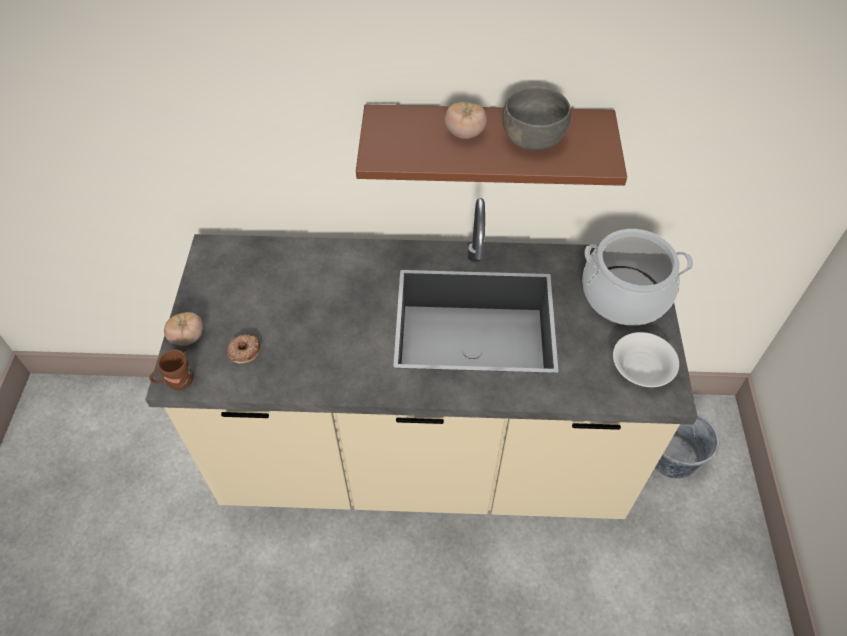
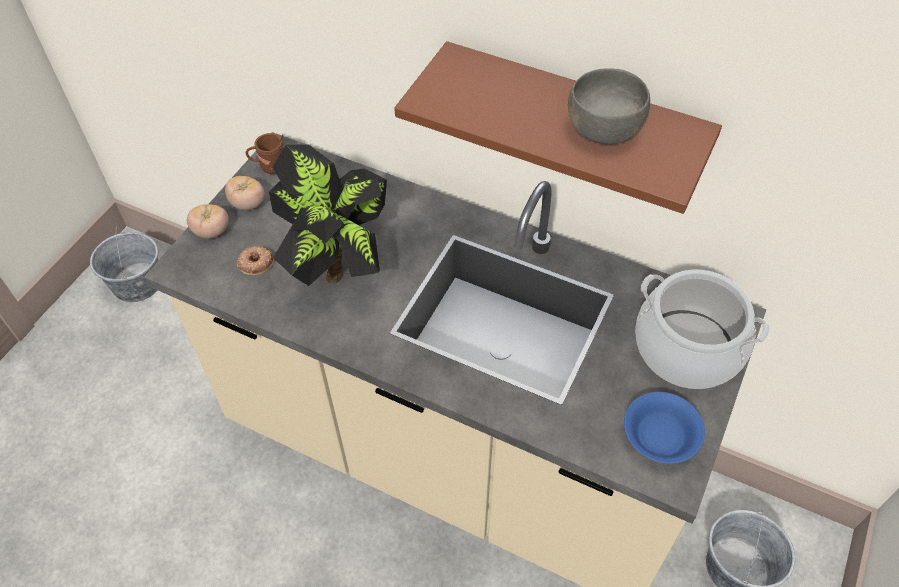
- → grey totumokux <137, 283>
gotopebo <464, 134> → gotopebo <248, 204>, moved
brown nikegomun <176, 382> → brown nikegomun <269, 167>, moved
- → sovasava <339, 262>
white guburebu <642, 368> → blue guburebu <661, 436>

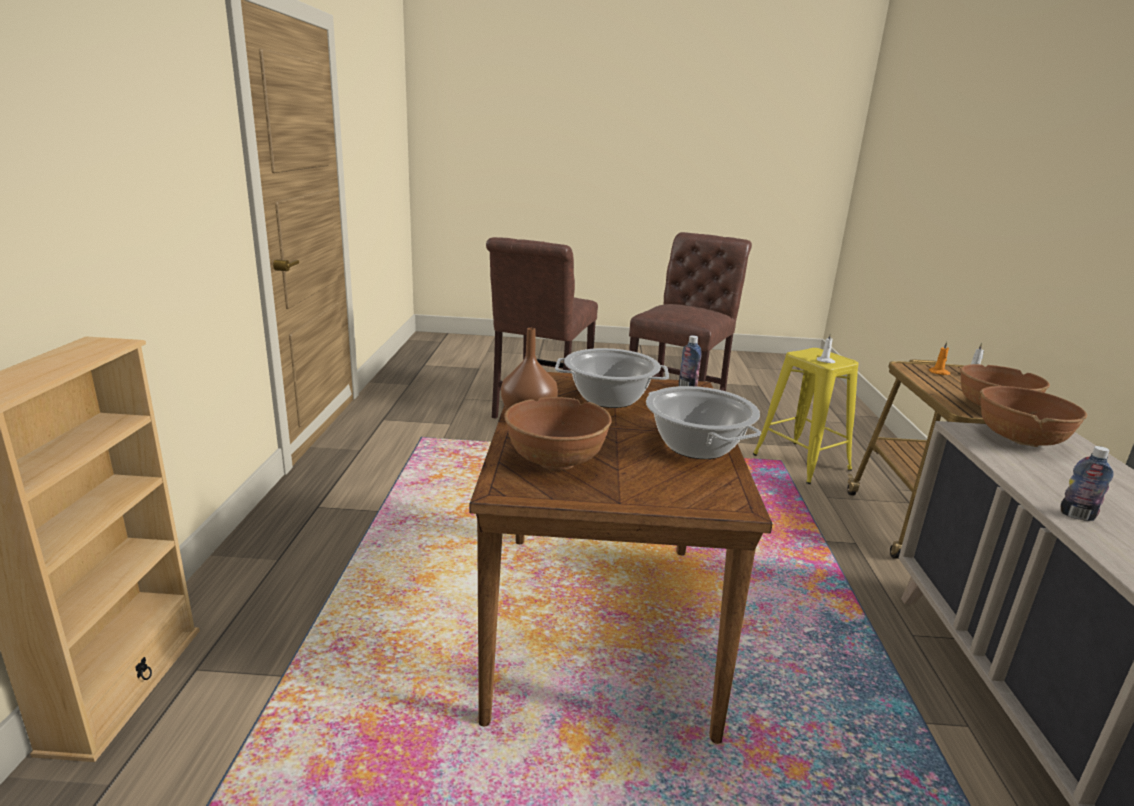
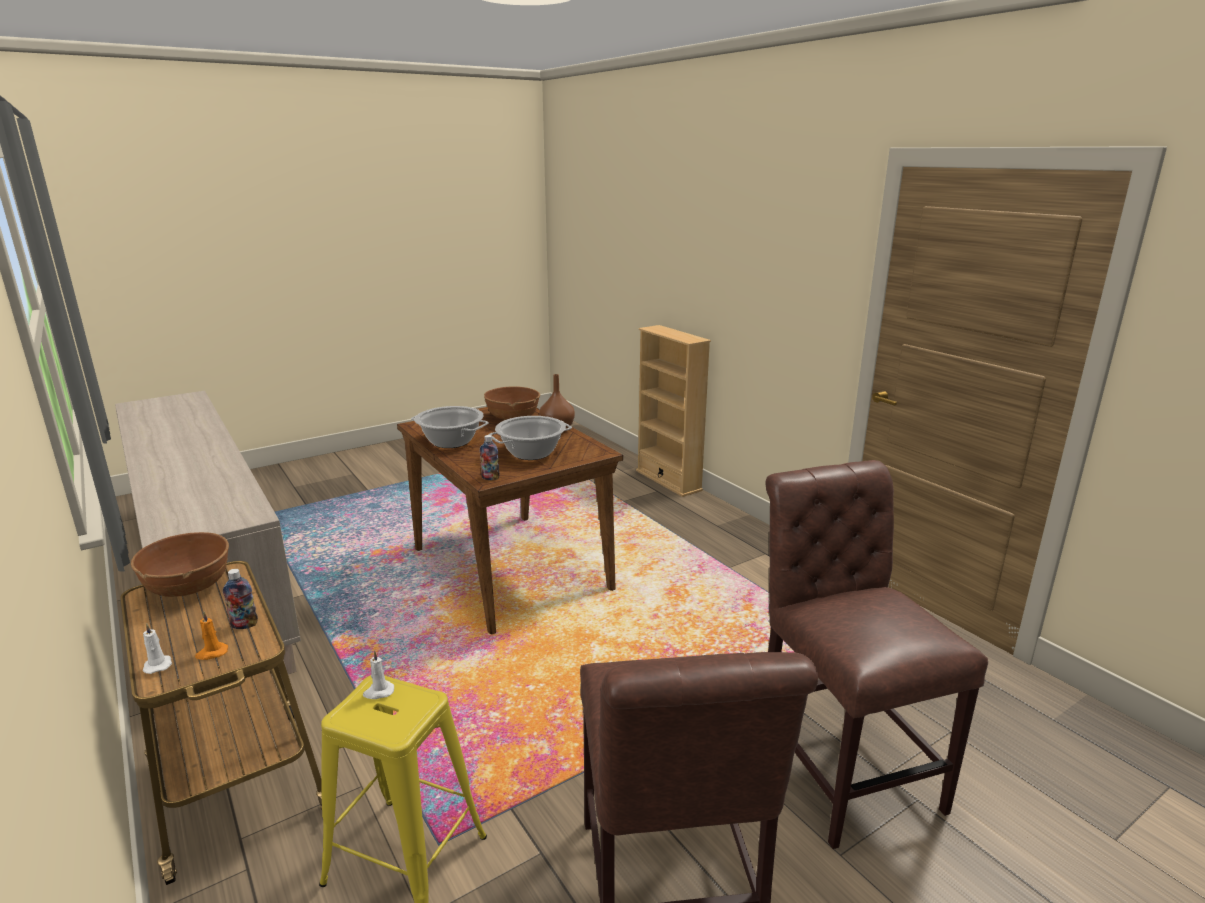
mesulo <1077, 515> → mesulo <244, 625>, moved
brown guburebu <1020, 439> → -

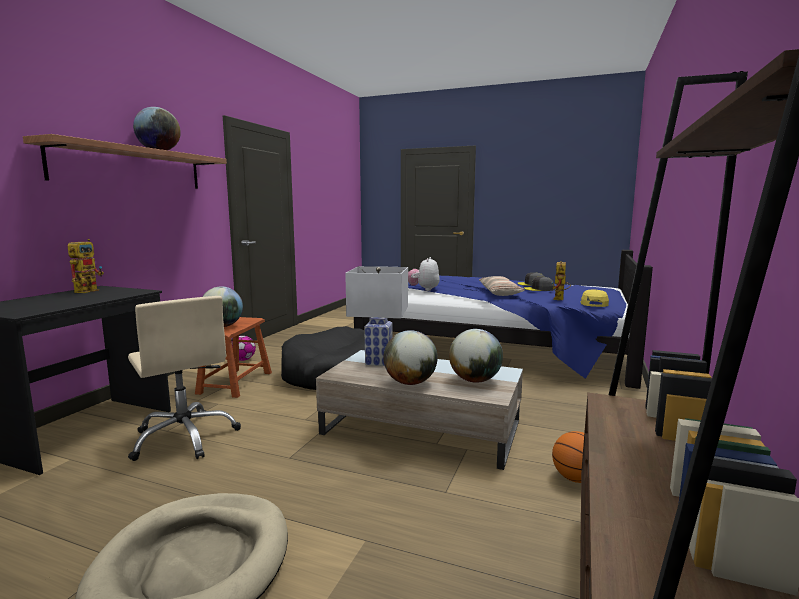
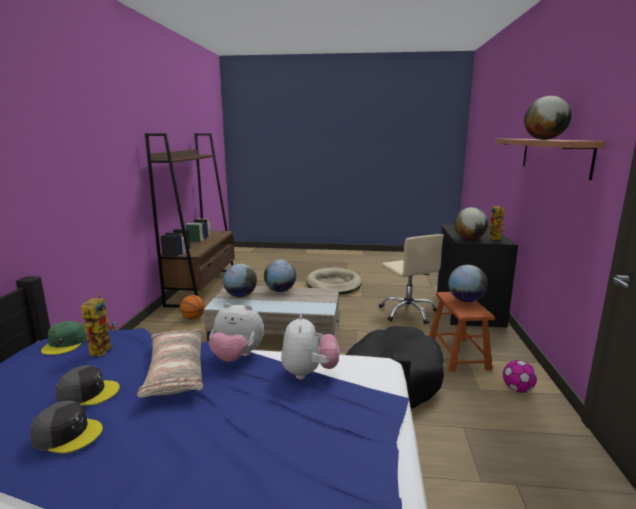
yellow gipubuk <593, 303> → green gipubuk <65, 343>
- → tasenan <237, 357>
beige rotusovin <185, 437> → beige rotusovin <408, 312>, 150 degrees counterclockwise
- → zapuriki <469, 239>
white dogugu <379, 361> → -

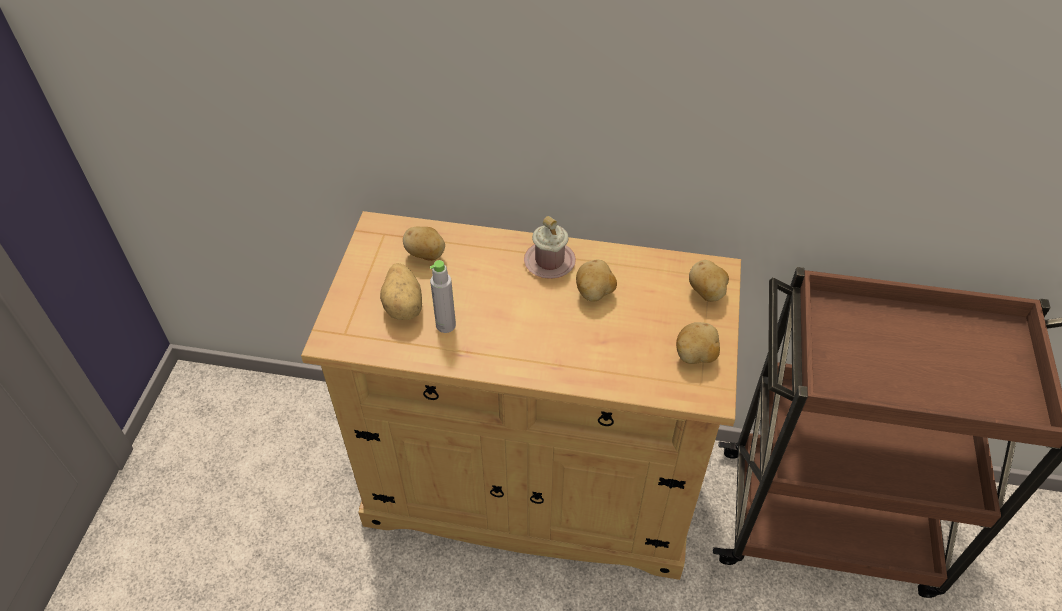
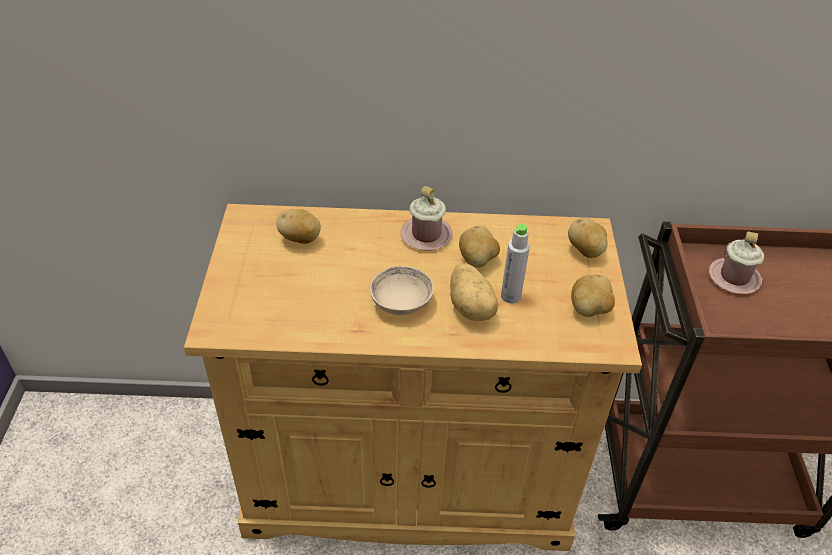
- → beige guburebu <401, 303>
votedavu <404, 305> → votedavu <472, 307>, moved
grey mesulo <446, 325> → grey mesulo <510, 296>, moved
- → pink nikegomun <734, 278>

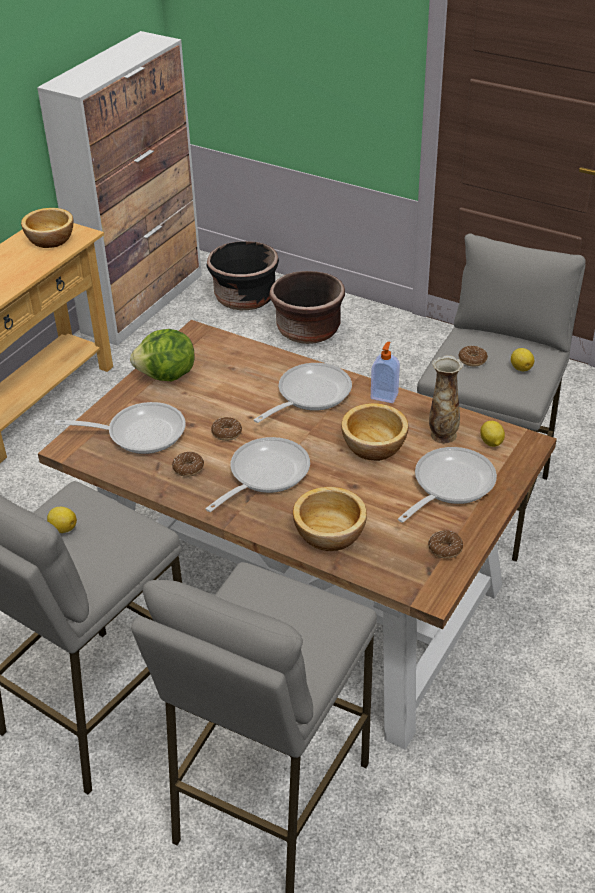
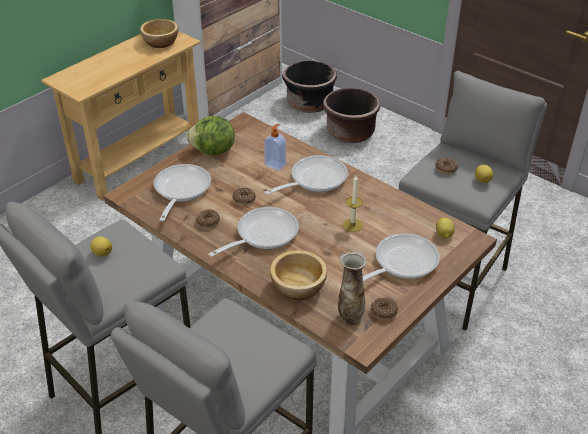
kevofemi <139, 433> → kevofemi <180, 190>, 90 degrees counterclockwise
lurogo <384, 396> → lurogo <275, 164>, moved
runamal <442, 434> → runamal <350, 316>, moved
guburebu <375, 446> → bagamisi <352, 225>

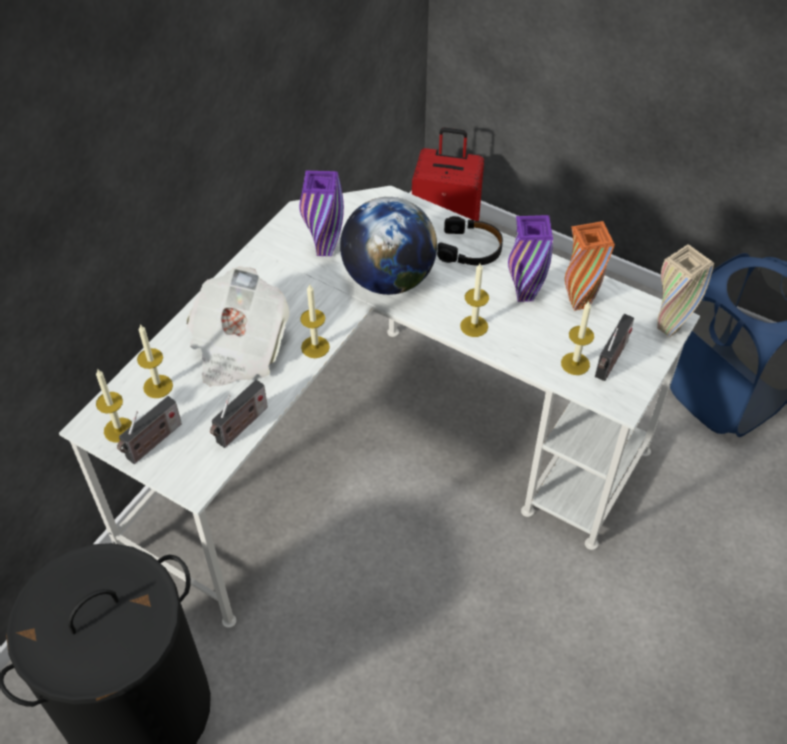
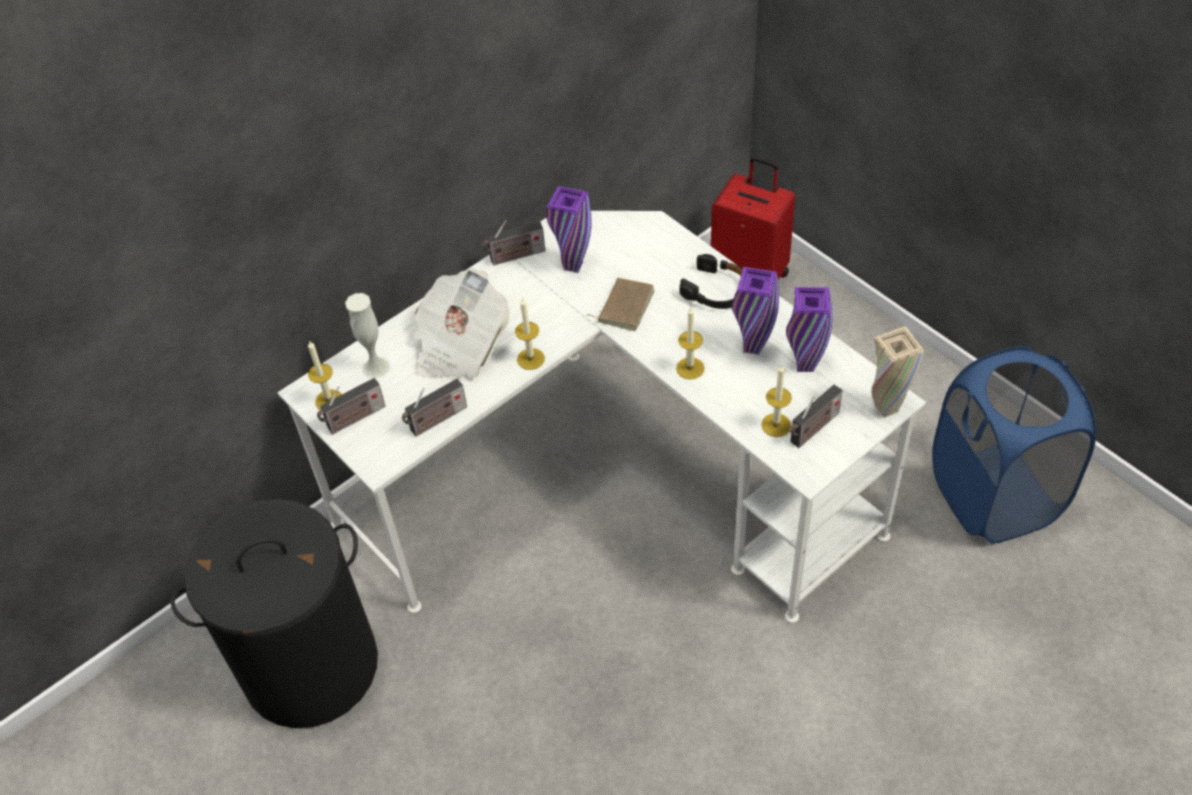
bagamisi <158, 386> → white runamal <376, 367>
- → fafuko <515, 256>
zapuriki <388, 279> → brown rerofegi <624, 306>
orange runamal <579, 303> → purple runamal <804, 365>

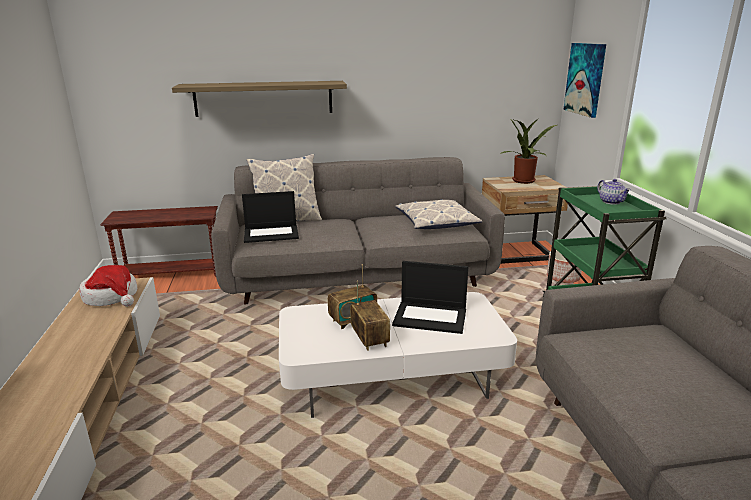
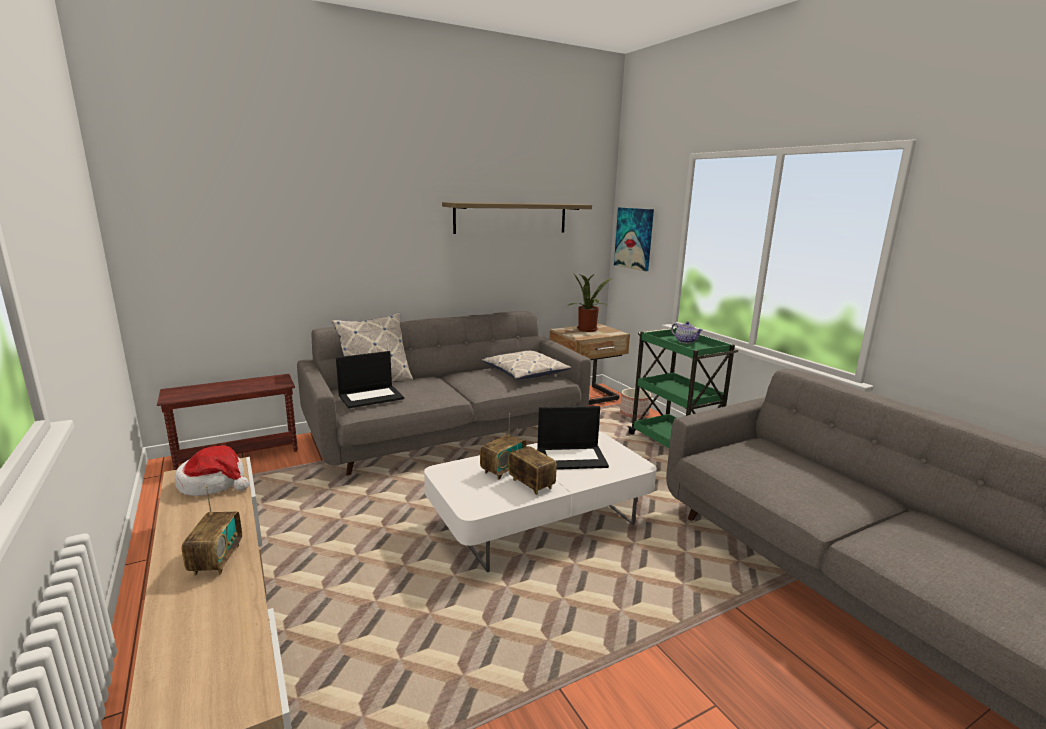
- → fafuko <216, 560>
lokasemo <263, 98> → lokasemo <511, 218>, moved

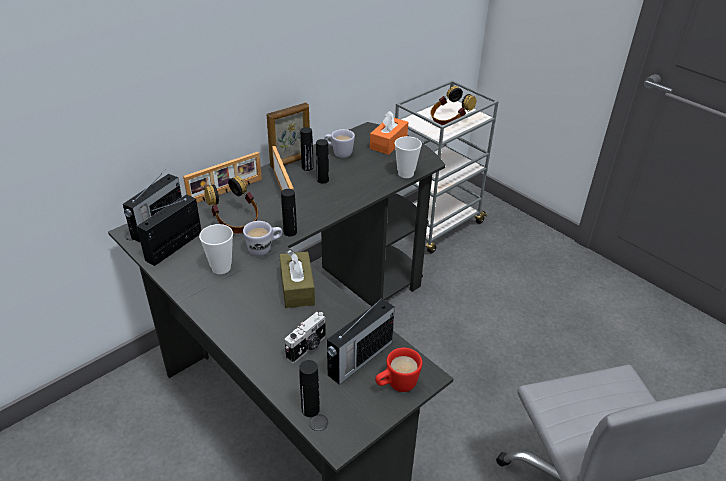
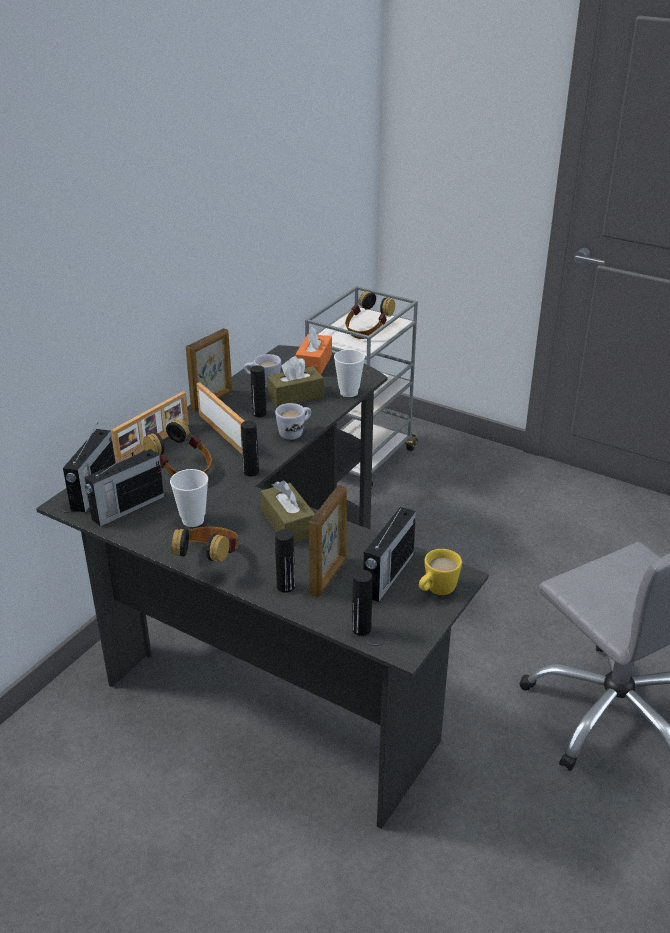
fafuko <175, 246> → fafuko <127, 508>, 150 degrees counterclockwise
- → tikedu <209, 561>
- → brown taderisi <295, 396>
white nikegomun <264, 249> → white nikegomun <295, 433>, moved
black mesulo <307, 167> → black mesulo <286, 586>, moved
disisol <307, 347> → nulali <329, 576>
red nikegomun <396, 385> → yellow nikegomun <436, 590>

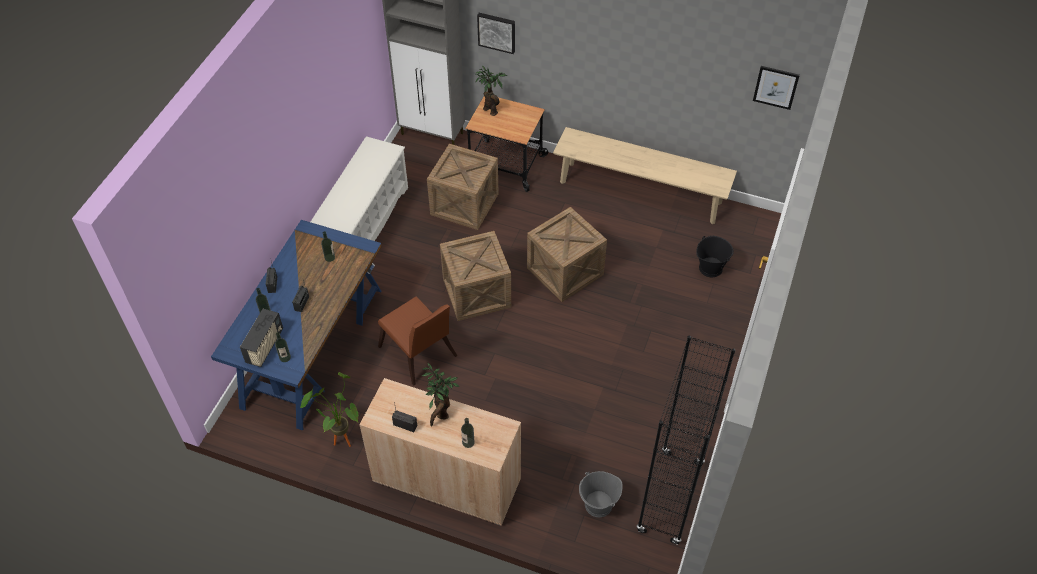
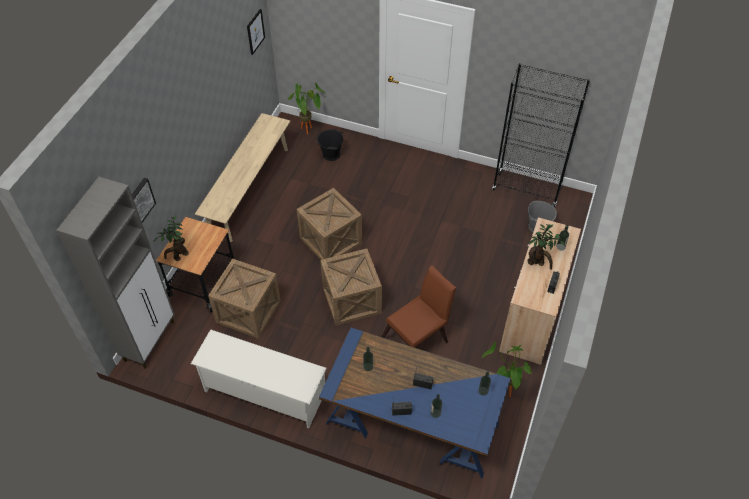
- → sovasava <309, 131>
fafuko <265, 346> → -

